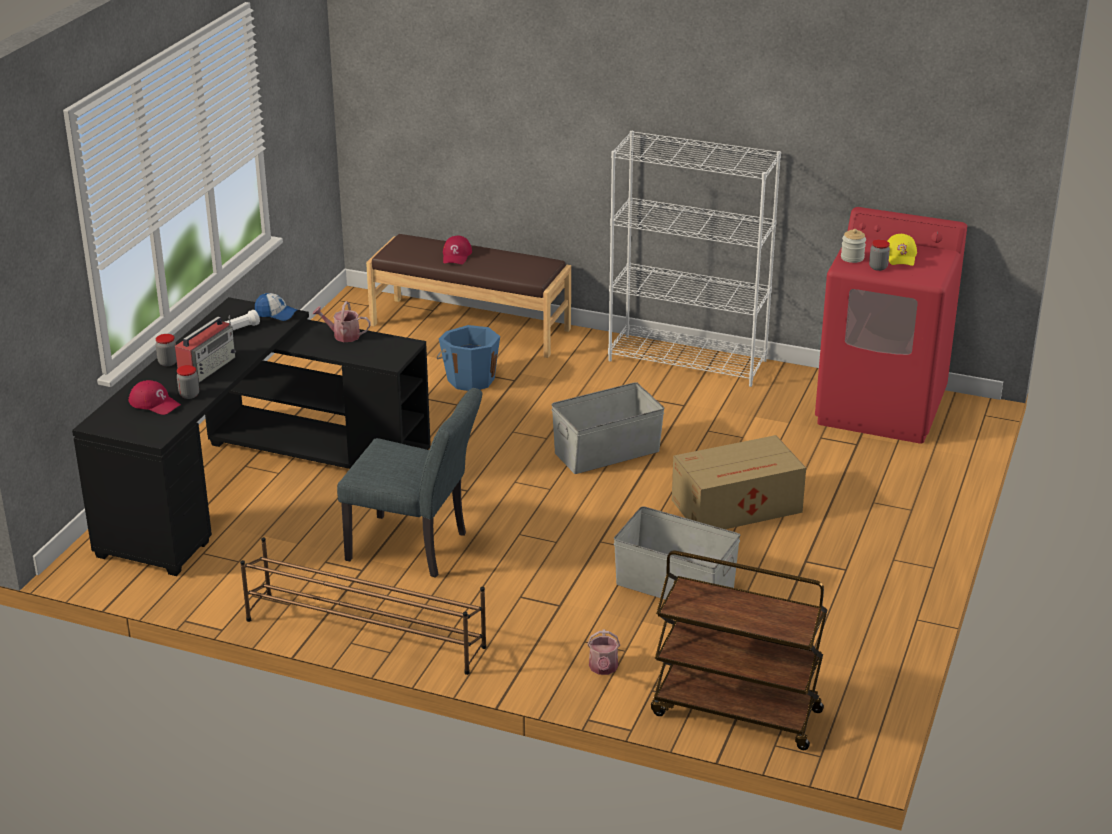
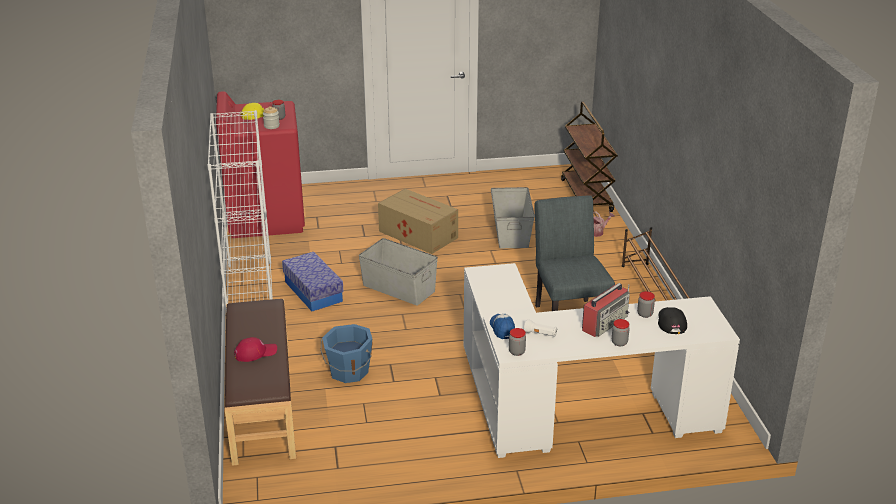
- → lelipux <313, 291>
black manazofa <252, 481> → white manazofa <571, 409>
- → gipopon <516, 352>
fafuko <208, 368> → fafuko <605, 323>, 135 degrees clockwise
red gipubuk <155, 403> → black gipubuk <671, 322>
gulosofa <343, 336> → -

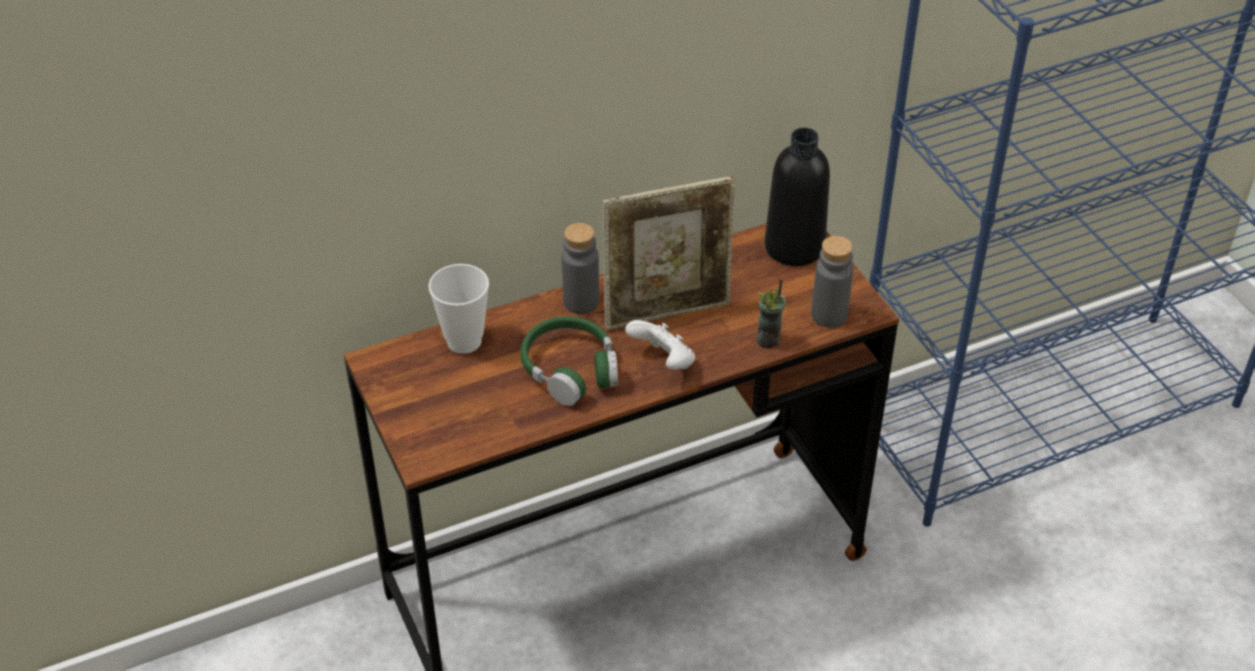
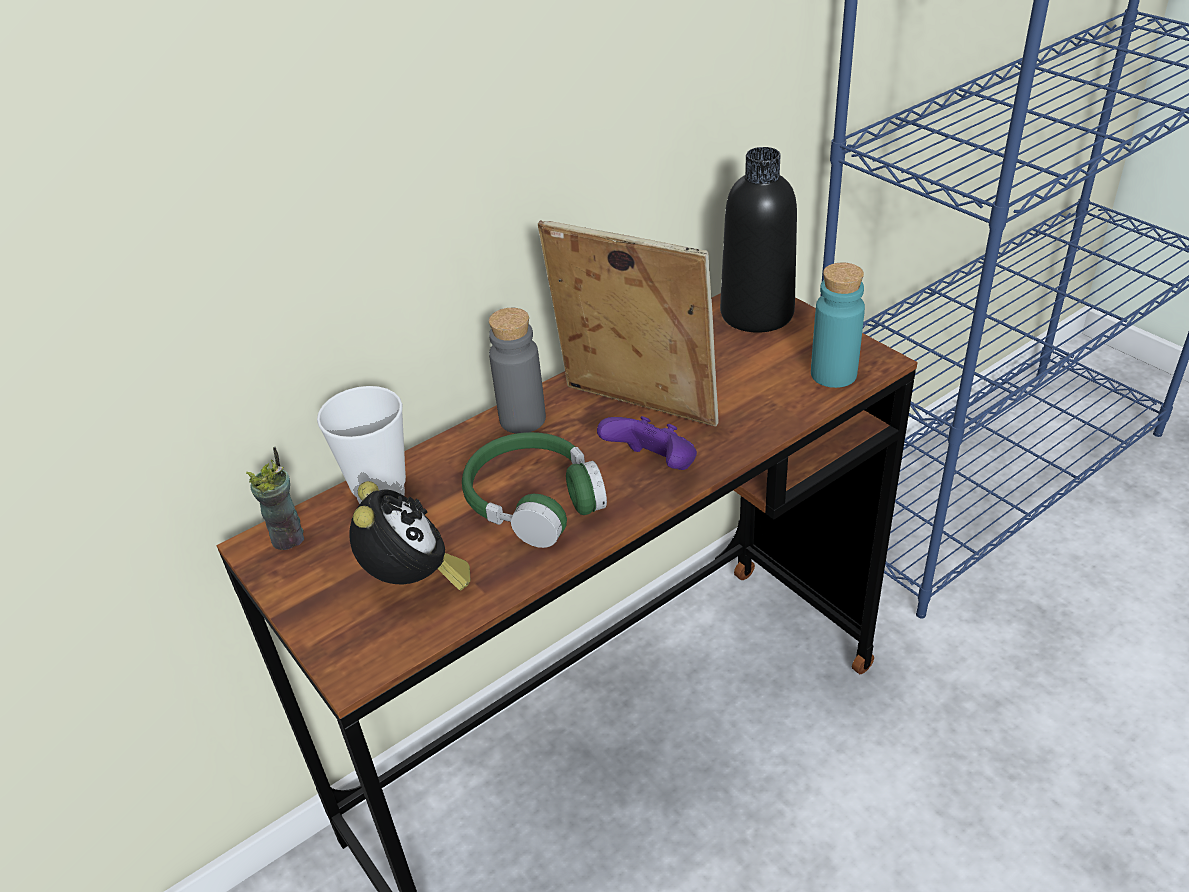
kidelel <768, 340> → kidelel <289, 538>, moved
- → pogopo <414, 582>
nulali <667, 312> → nulali <635, 409>, 120 degrees counterclockwise
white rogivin <663, 362> → purple rogivin <653, 467>
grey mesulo <829, 315> → turquoise mesulo <833, 374>

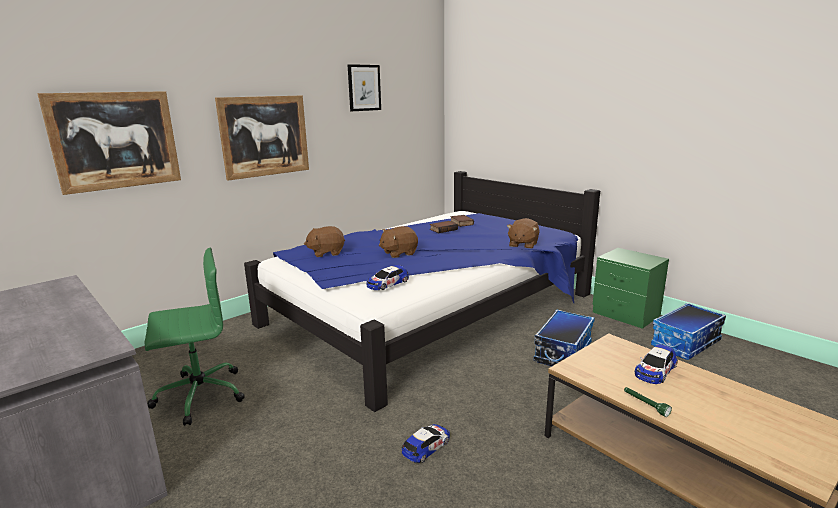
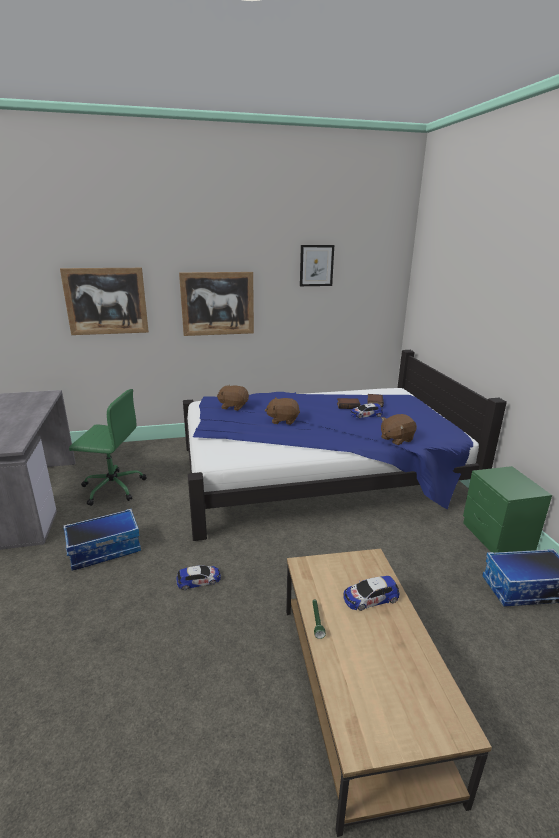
lelipux <562, 352> → lelipux <105, 549>, moved
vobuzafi <387, 283> → vobuzafi <366, 415>, moved

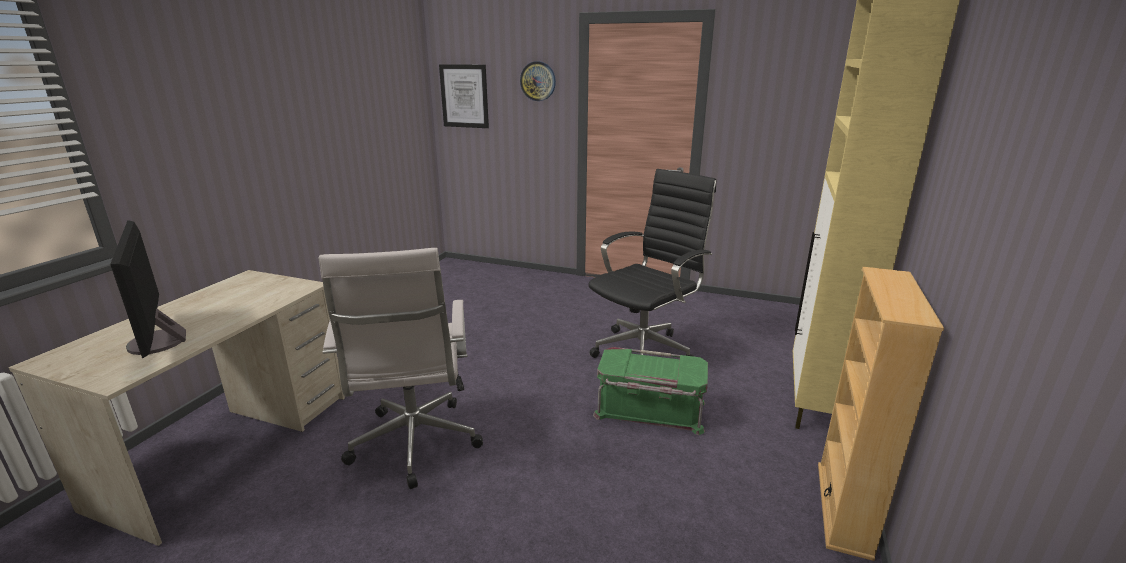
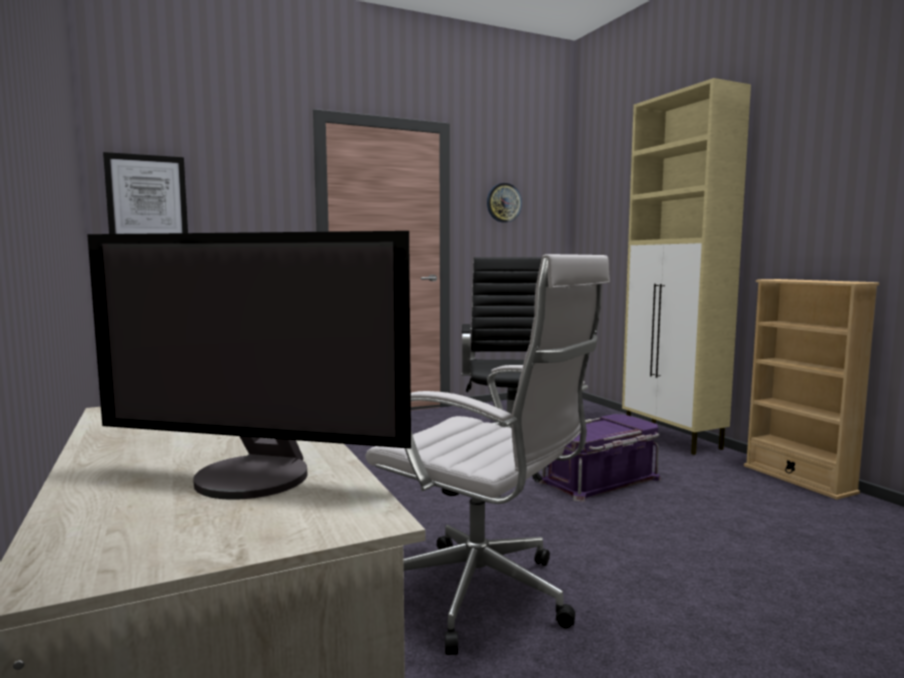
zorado <538, 81> → zorado <503, 202>, moved
green lelipux <649, 410> → purple lelipux <601, 480>

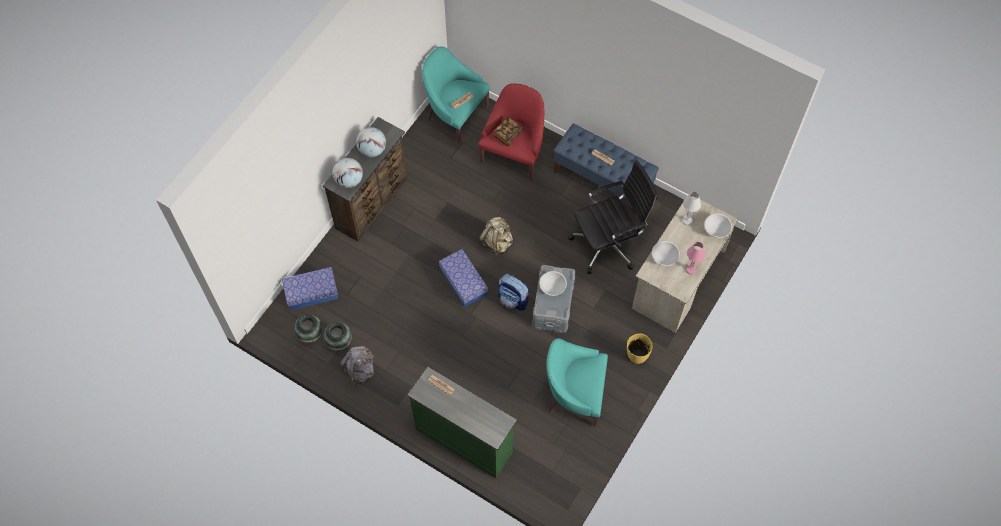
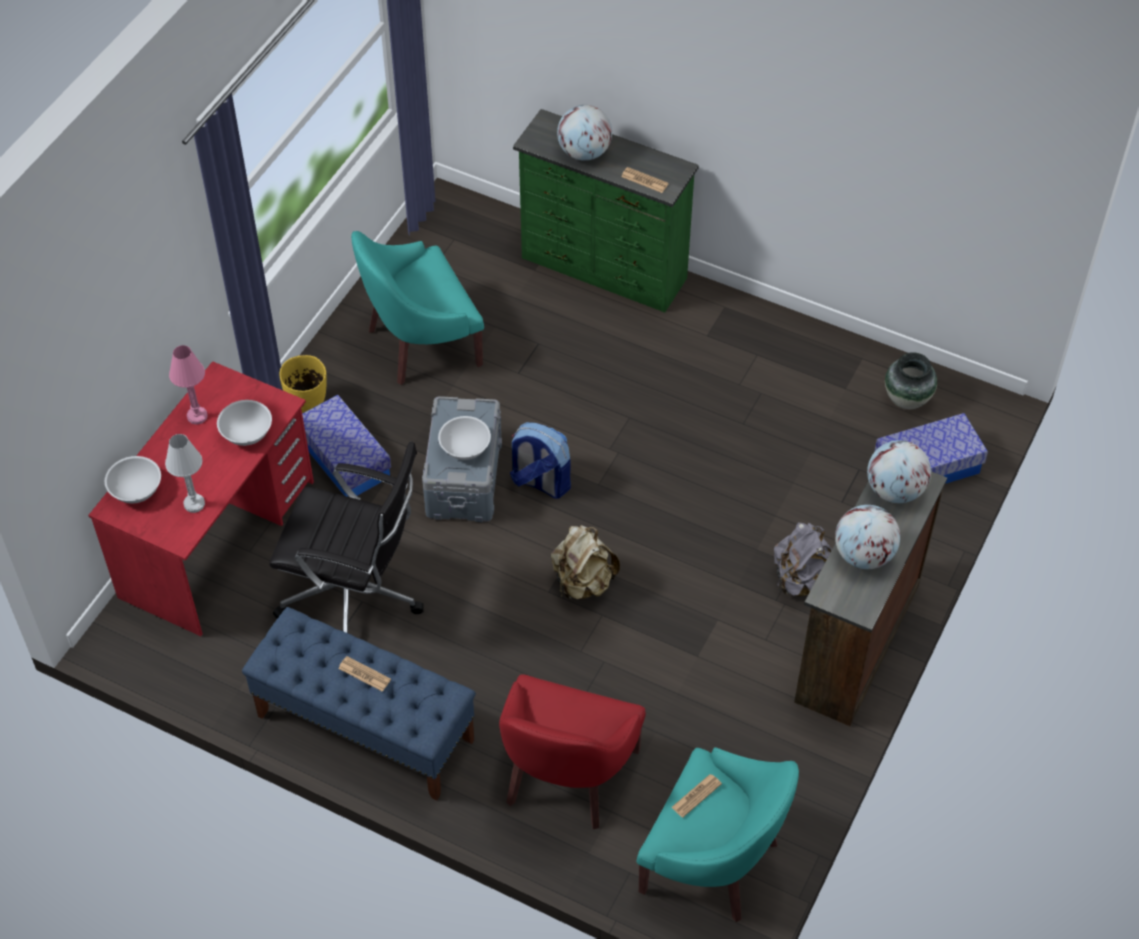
beige manazofa <678, 280> → red manazofa <218, 539>
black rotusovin <608, 244> → black rotusovin <355, 597>, 135 degrees counterclockwise
lelipux <463, 282> → lelipux <344, 459>, moved
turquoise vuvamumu <574, 394> → turquoise vuvamumu <420, 343>, 150 degrees clockwise
- → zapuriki <584, 152>
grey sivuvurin <360, 370> → grey sivuvurin <801, 580>, moved
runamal <339, 342> → -
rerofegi <507, 135> → -

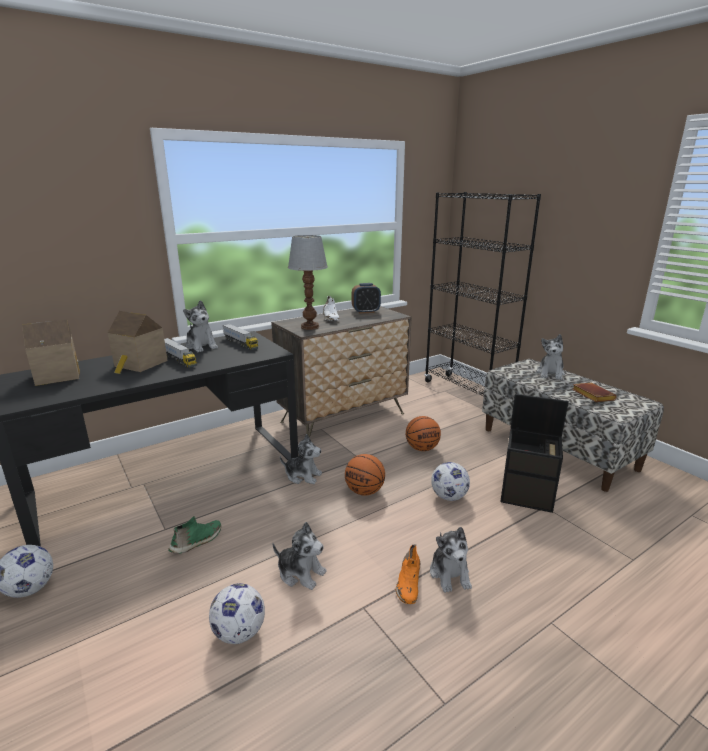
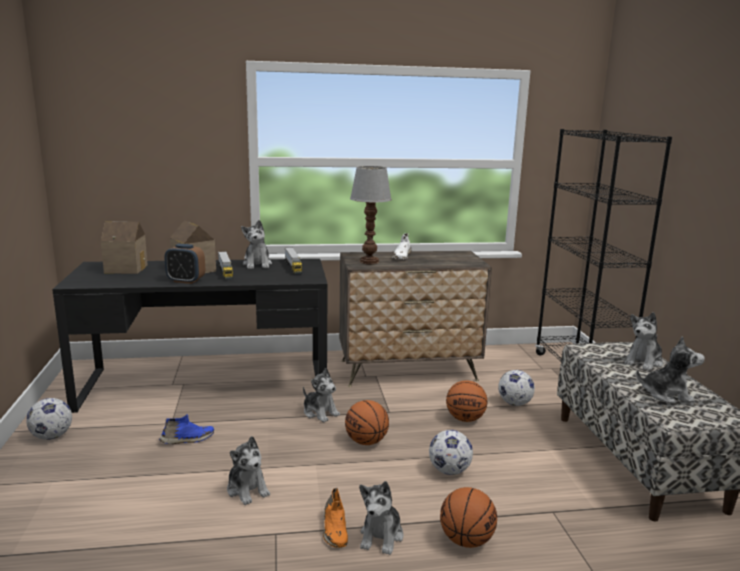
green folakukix <197, 541> → blue folakukix <187, 440>
pogopo <366, 312> → pogopo <186, 281>, moved
orange folakukix <408, 582> → orange folakukix <334, 529>, 45 degrees counterclockwise
- → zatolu <466, 540>
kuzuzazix <239, 632> → kuzuzazix <514, 403>, moved
brown rerofegi <591, 395> → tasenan <666, 394>
black lelipux <528, 495> → -

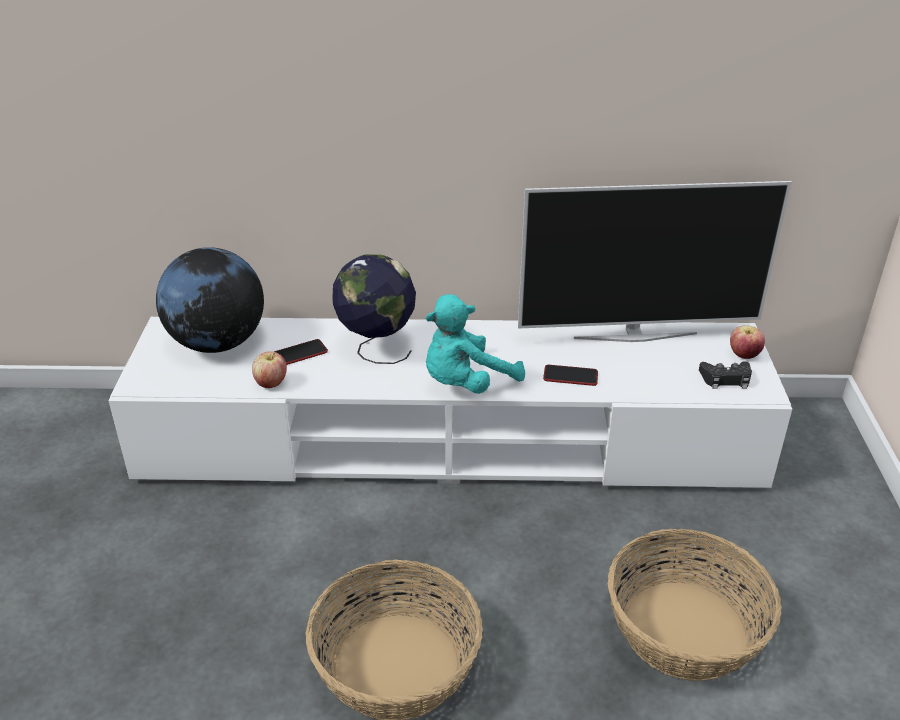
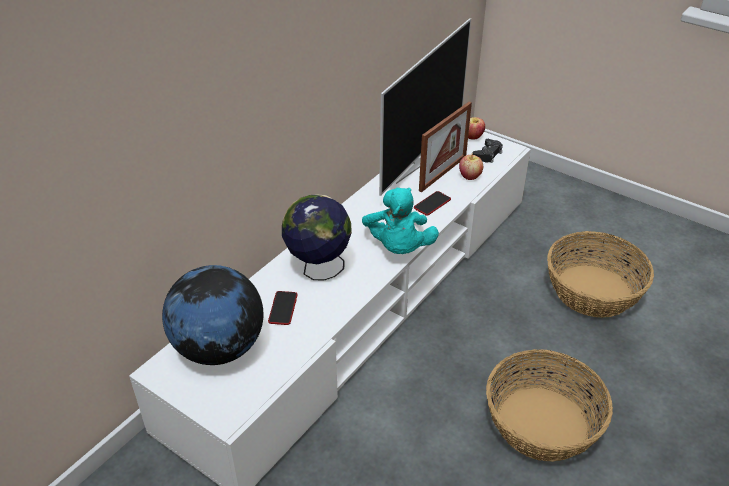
- → nulali <443, 173>
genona <271, 383> → genona <470, 176>, moved

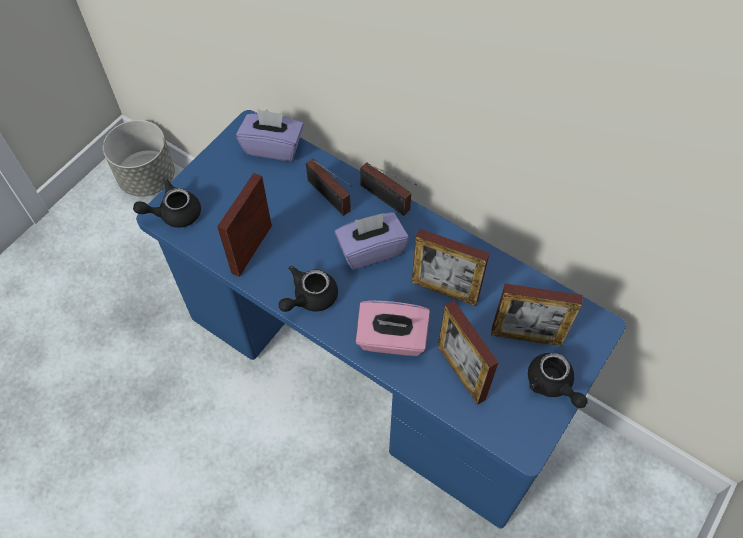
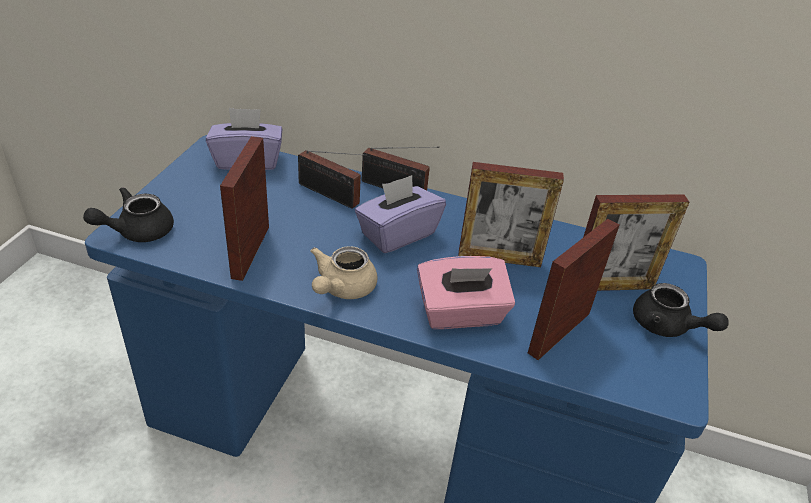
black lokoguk <310, 298> → beige lokoguk <342, 288>
nulali <461, 372> → nulali <559, 333>, 90 degrees clockwise
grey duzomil <148, 178> → -

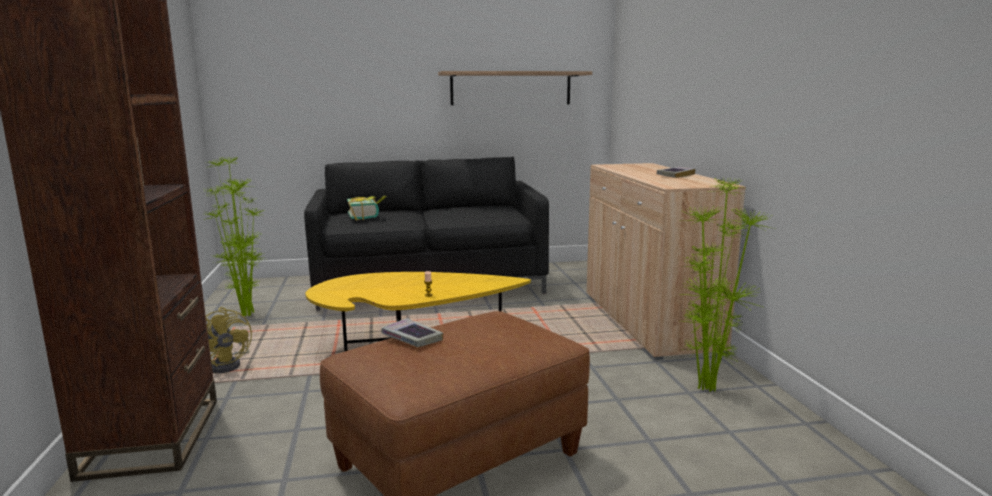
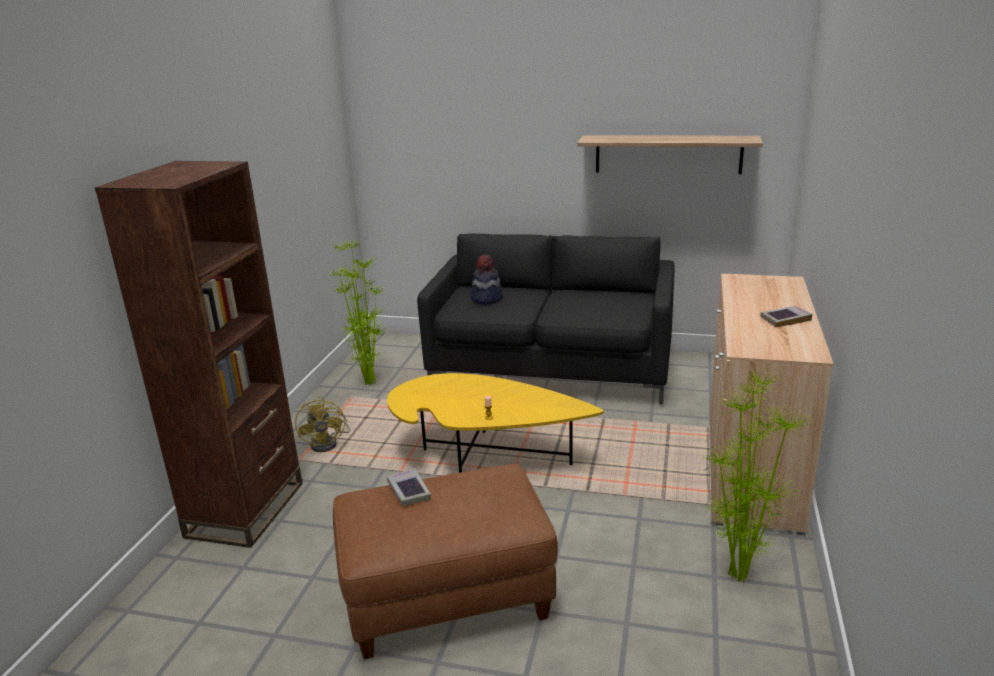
rerofegi <367, 217> → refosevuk <486, 298>

